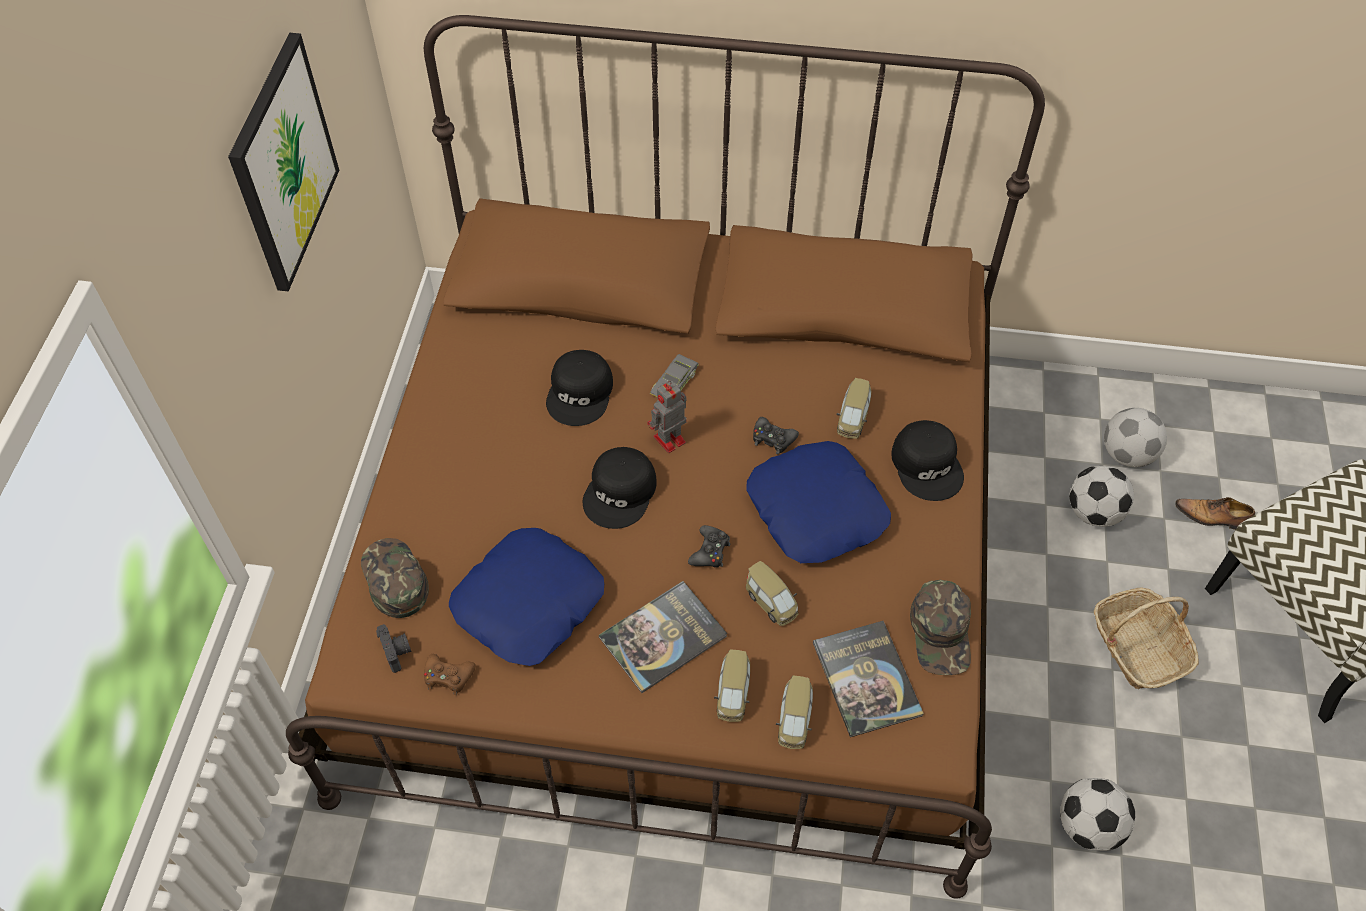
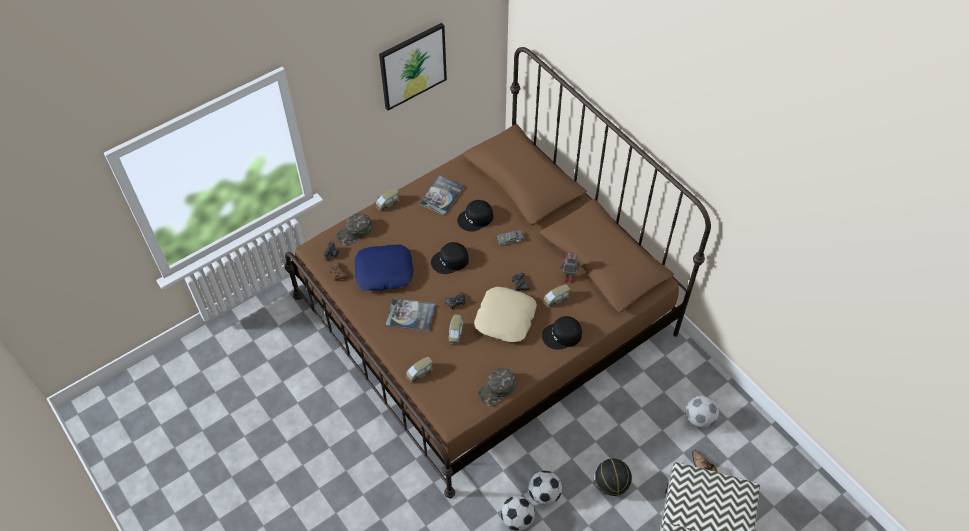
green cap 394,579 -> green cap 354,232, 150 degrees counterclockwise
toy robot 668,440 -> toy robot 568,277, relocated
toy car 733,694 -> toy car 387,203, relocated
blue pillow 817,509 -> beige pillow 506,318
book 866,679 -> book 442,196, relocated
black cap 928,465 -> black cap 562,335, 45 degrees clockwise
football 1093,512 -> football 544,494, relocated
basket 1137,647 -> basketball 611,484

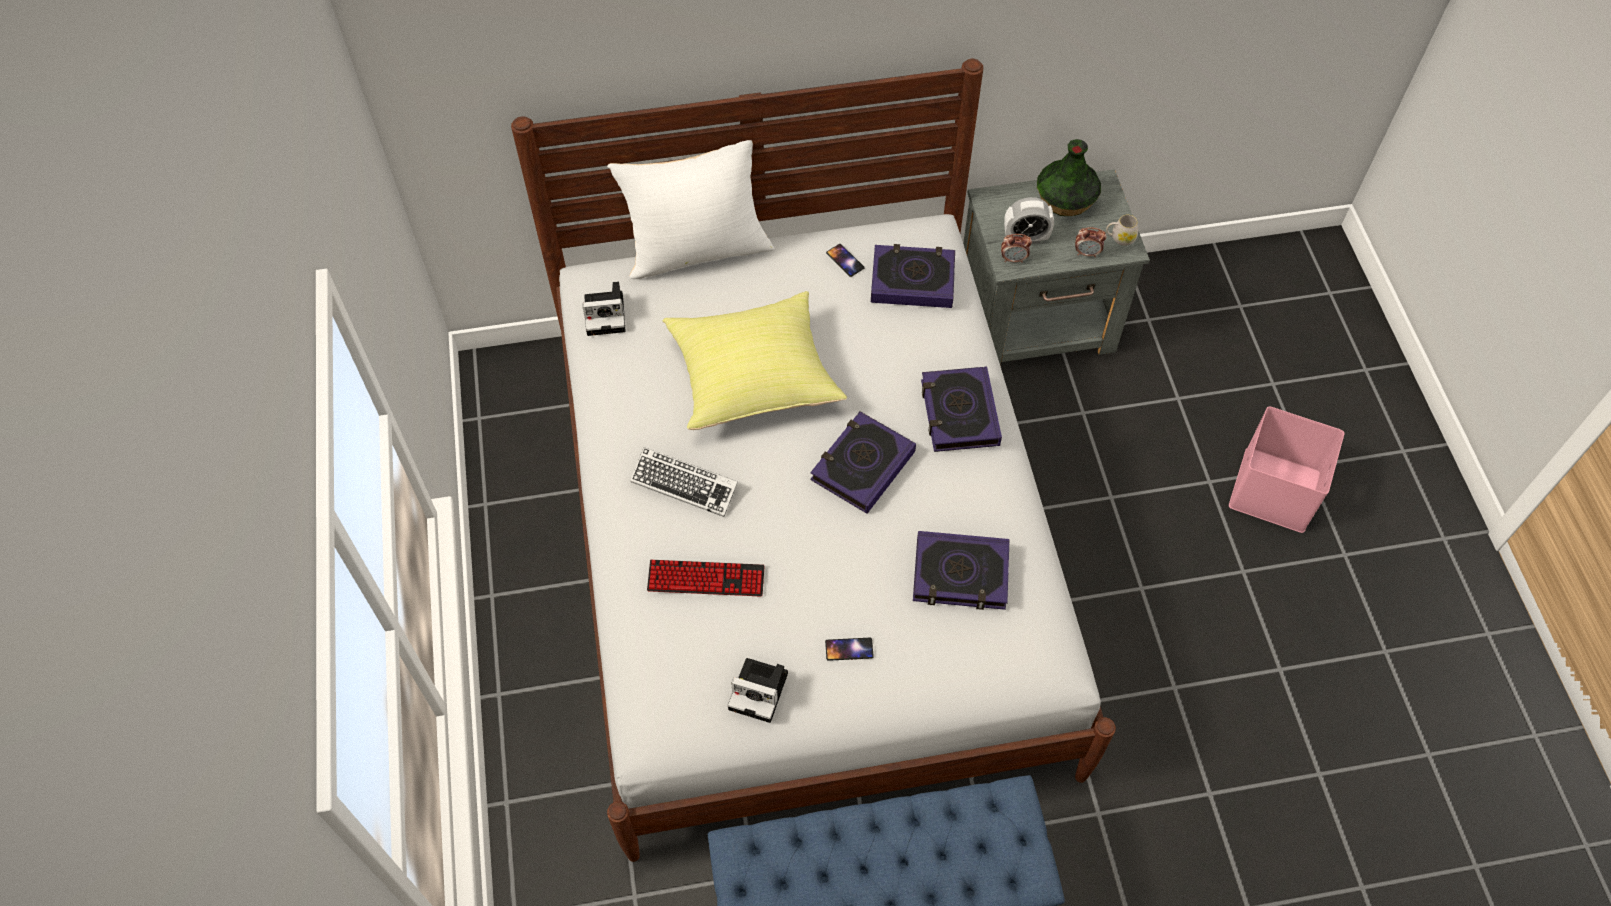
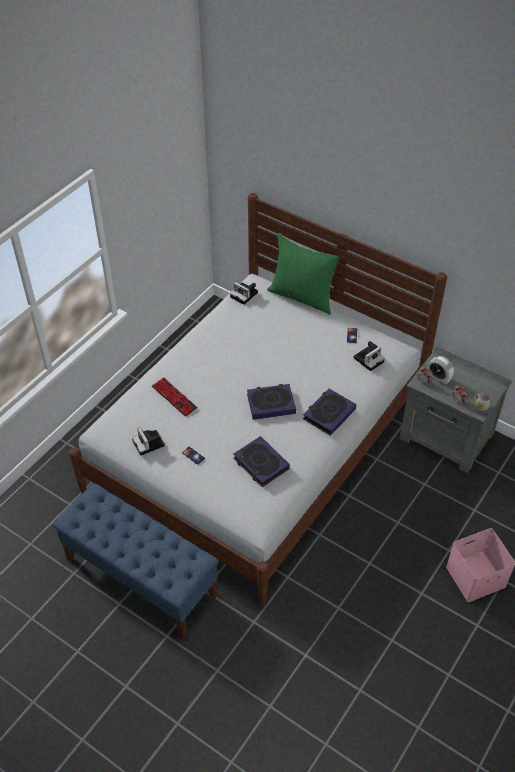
white pillow 698,249 -> green pillow 303,296
keyboard 684,485 -> none
yellow pillow 754,376 -> none
book 912,280 -> photo camera 369,359
vase 1064,201 -> none

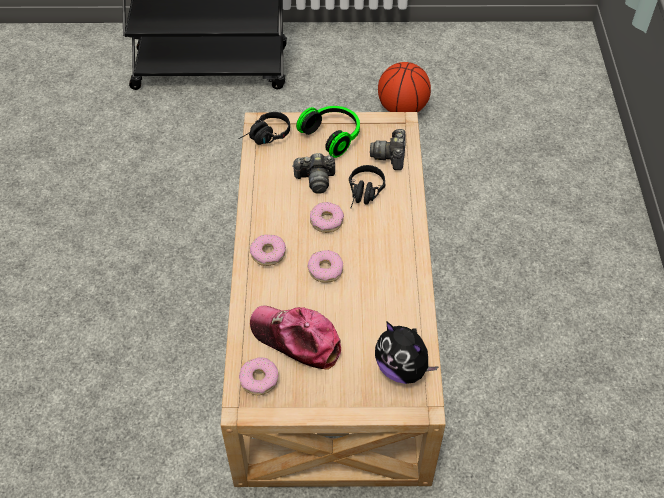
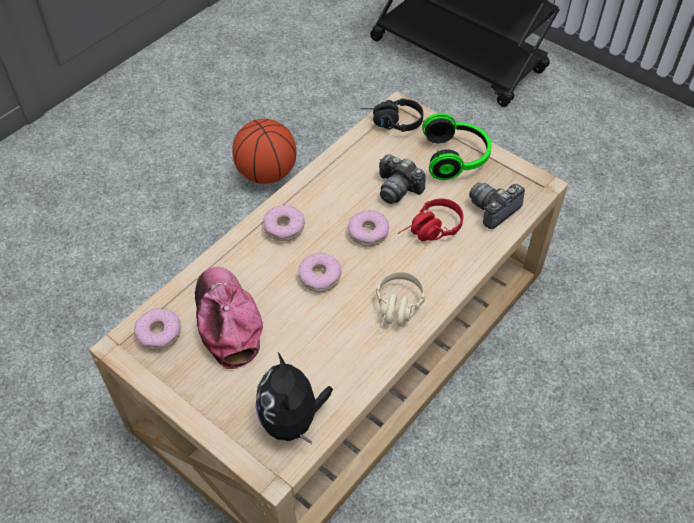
black headphones 364,195 -> red headphones 430,231
basketball 402,109 -> basketball 266,173, relocated
none -> beige headphones 397,311

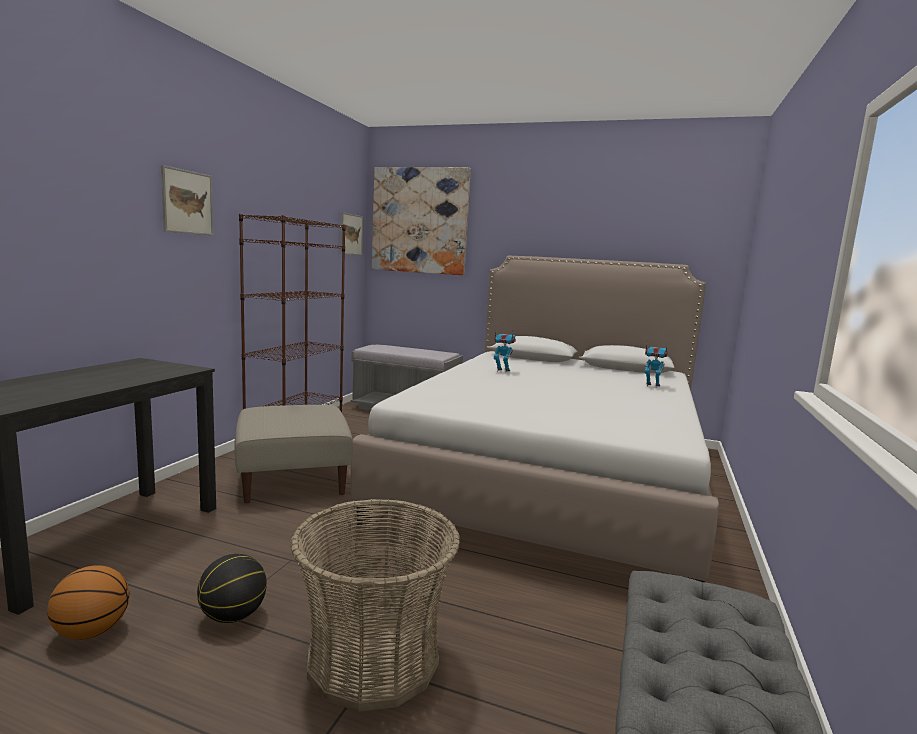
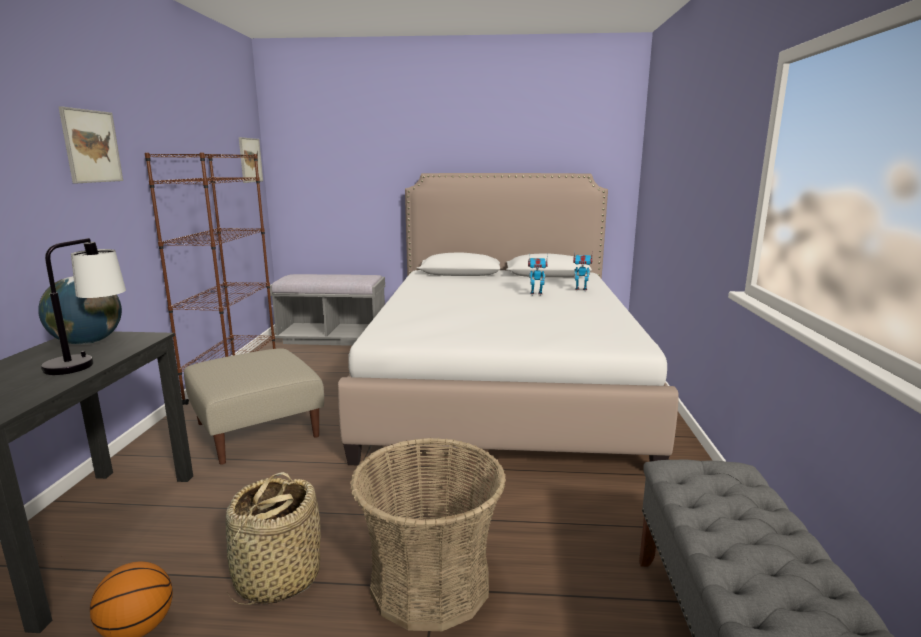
basketball 233,616 -> basket 277,577
picture 419,221 -> none
toy robot 502,371 -> toy robot 536,294, relocated
none -> globe 87,343
none -> table lamp 90,361

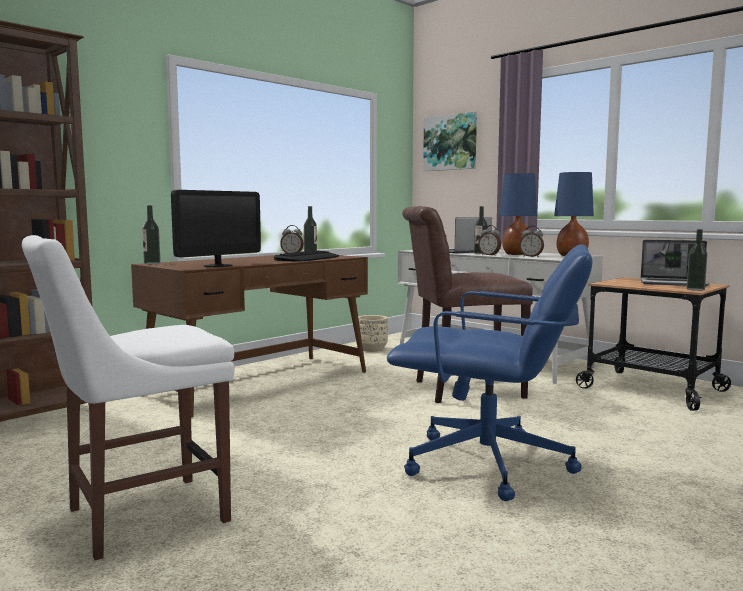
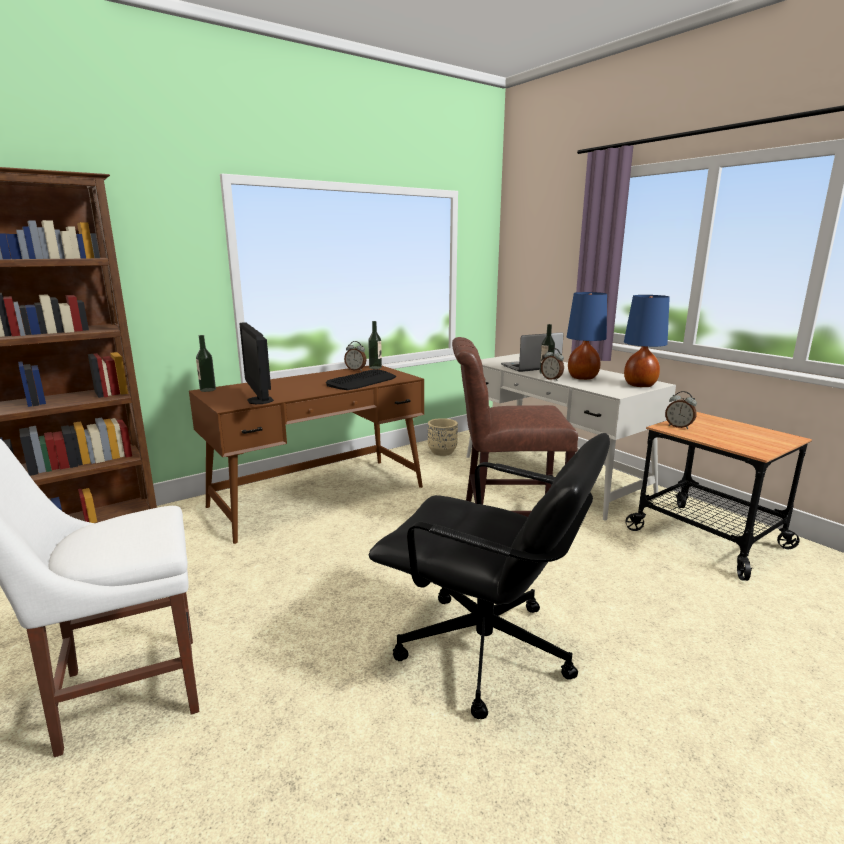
monitor 218,266 -> monitor 260,400, 105 degrees clockwise
blue office chair 490,465 -> black office chair 486,652
picture 450,142 -> none
alarm clock 531,256 -> alarm clock 679,426, relocated
laptop 674,283 -> none
bottle 695,289 -> none

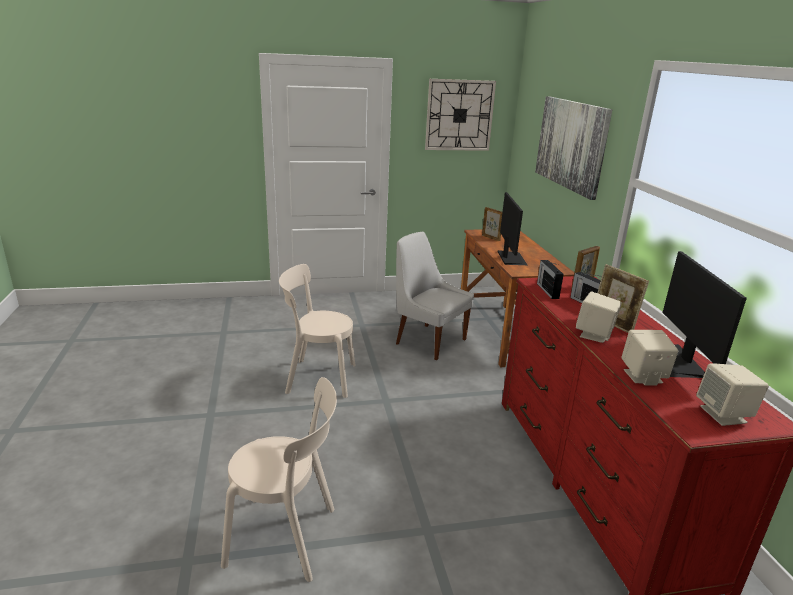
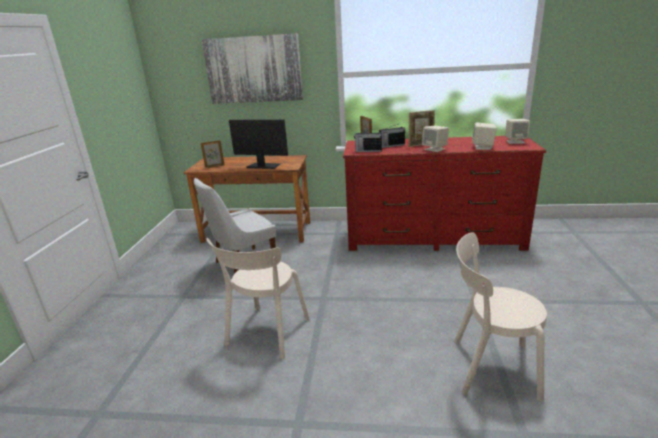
beige chair 287,537 -> beige chair 489,368, 105 degrees counterclockwise
wall clock 459,115 -> none
monitor 675,361 -> none

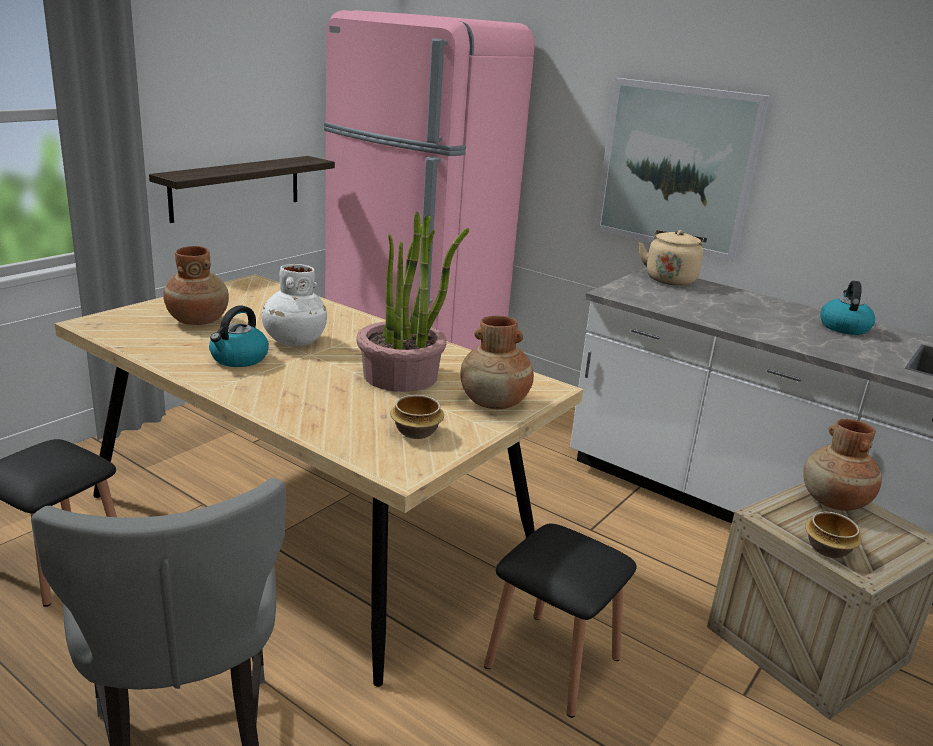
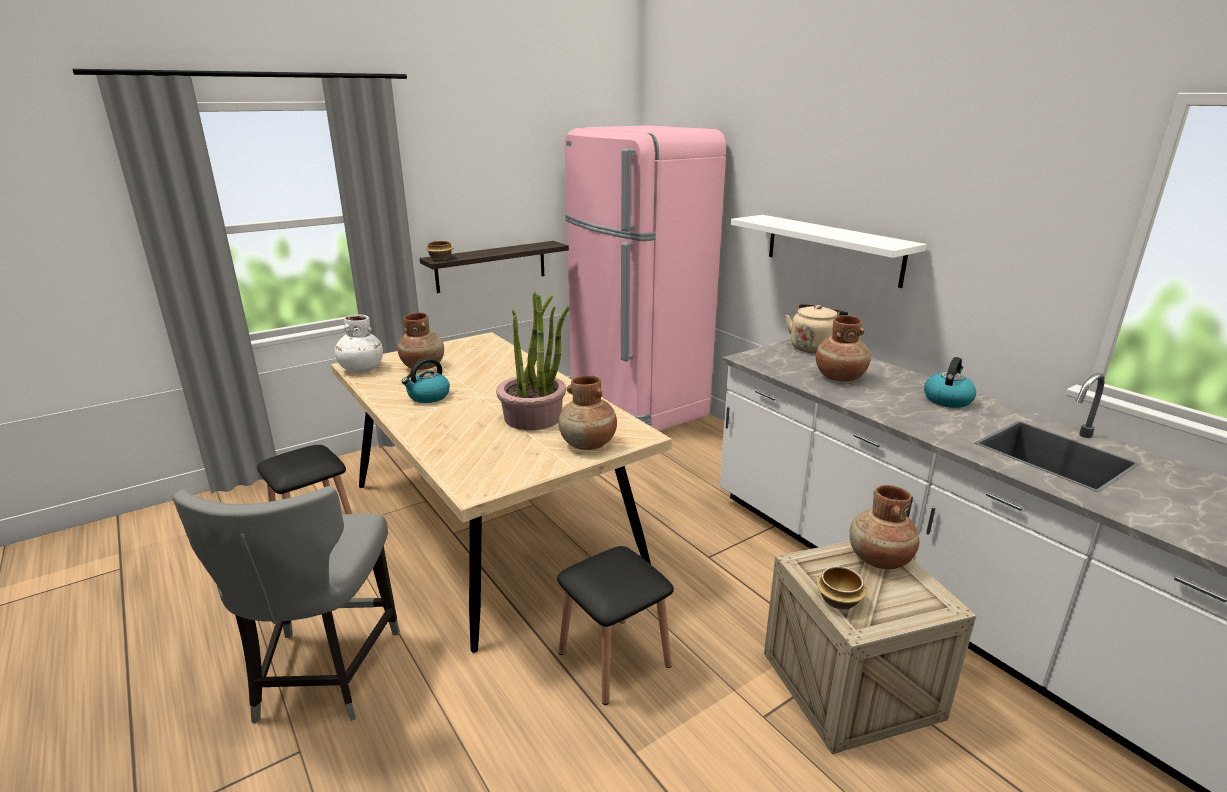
white vase 294,341 -> white vase 361,369, relocated
bowl 417,432 -> bowl 441,258, relocated
picture 676,168 -> white shelf 832,249
none -> brown vase 839,377

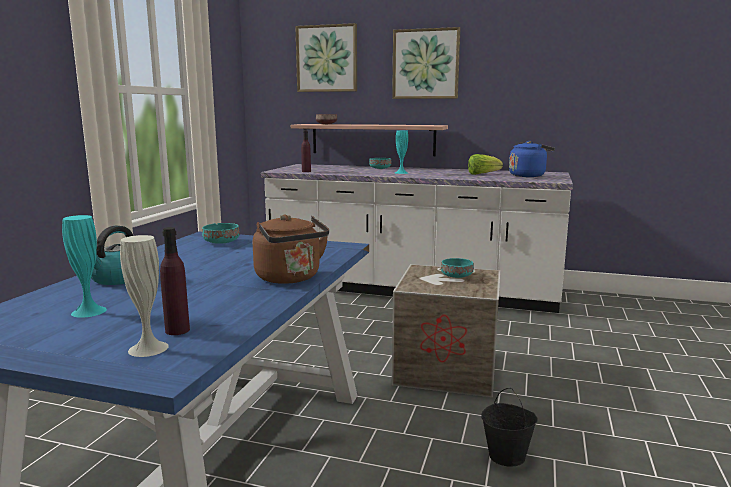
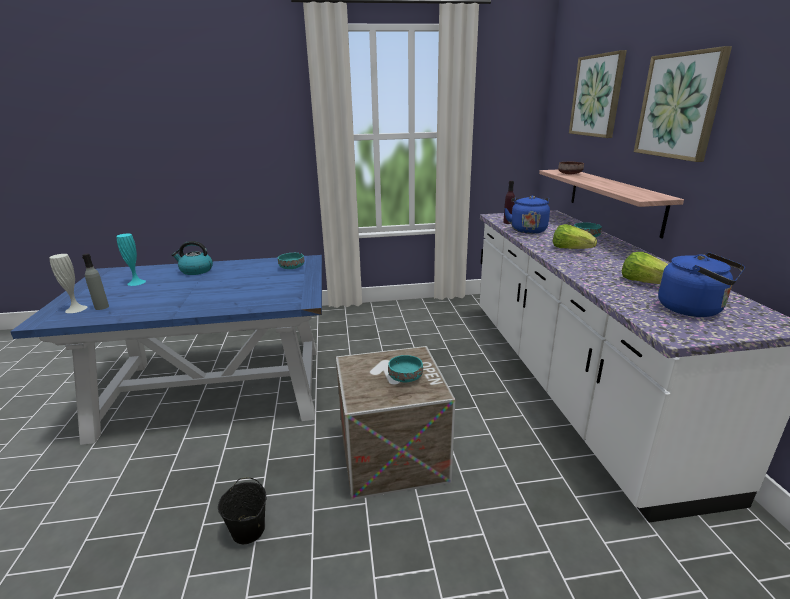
purple bottle 177,330 -> grey bottle 102,307
brown kettle 290,278 -> none
turquoise vase 401,173 -> lettuce 570,249
none -> blue kettle 527,230

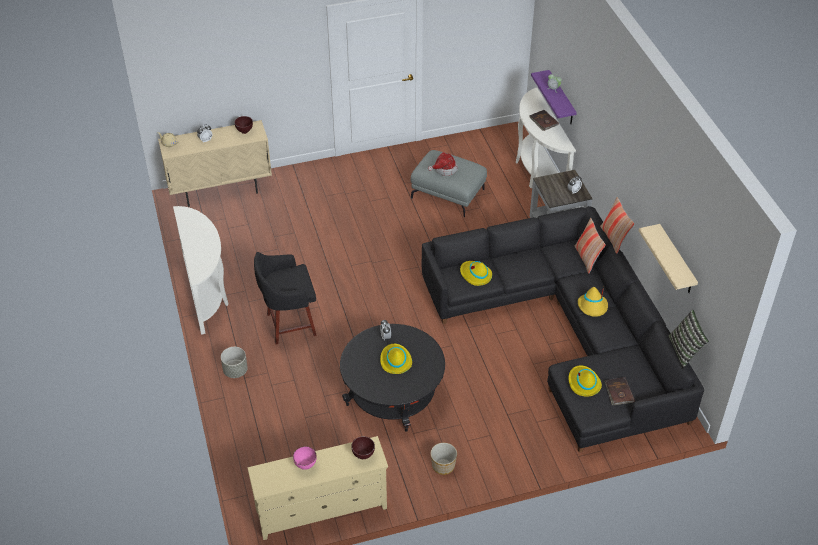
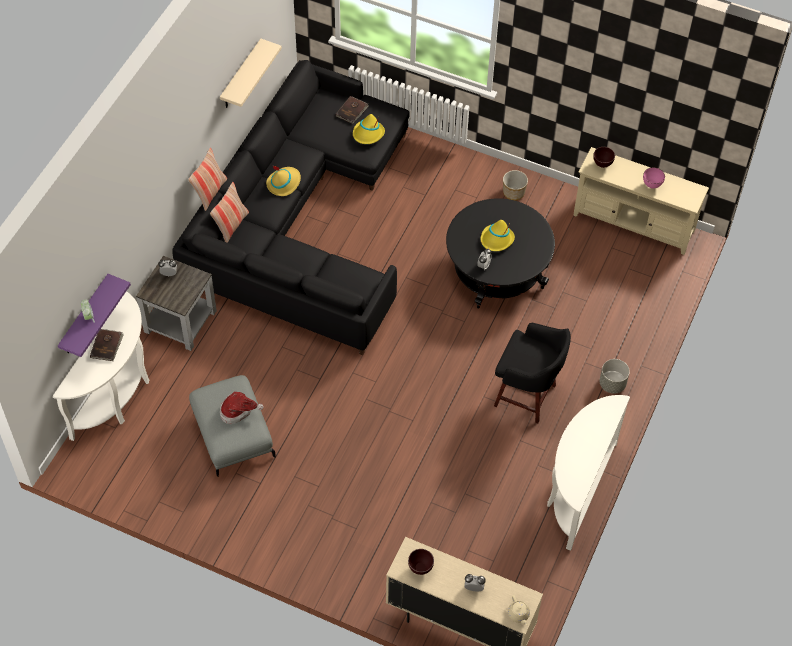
yellow hat 475,275 -> none
pillow 685,351 -> none

